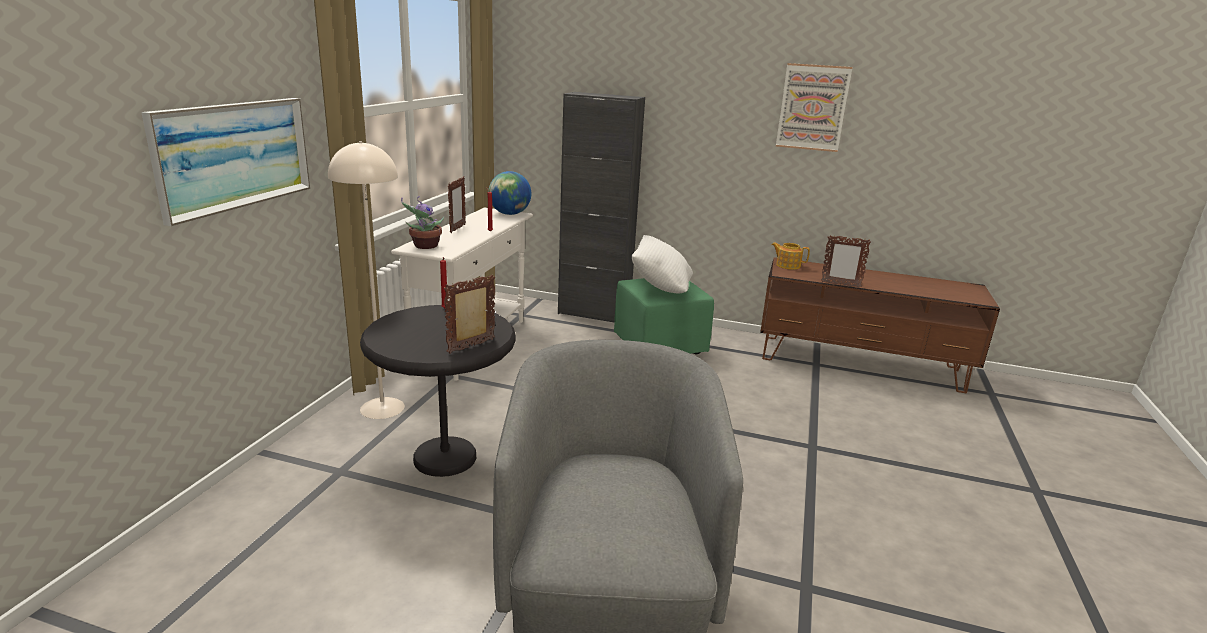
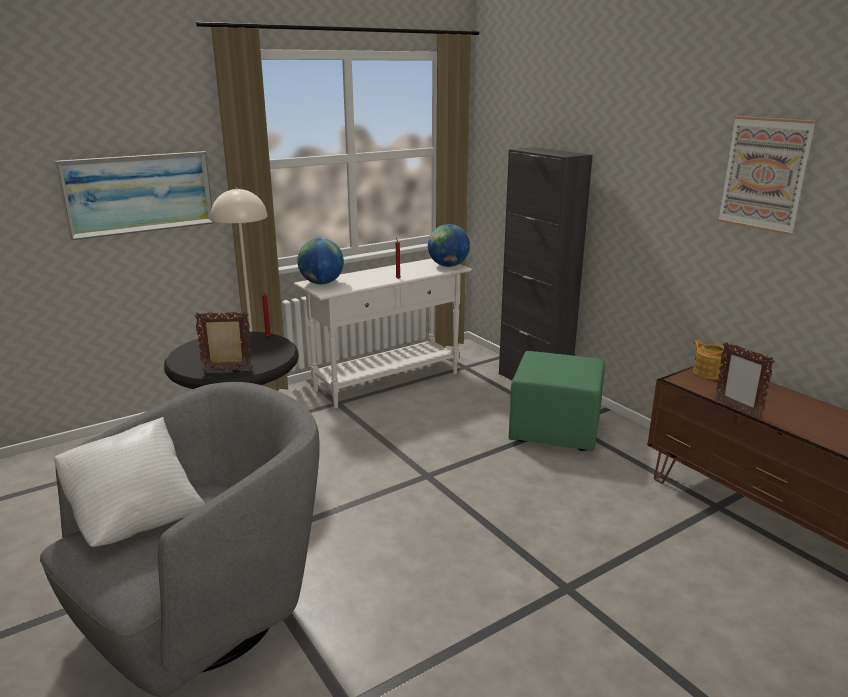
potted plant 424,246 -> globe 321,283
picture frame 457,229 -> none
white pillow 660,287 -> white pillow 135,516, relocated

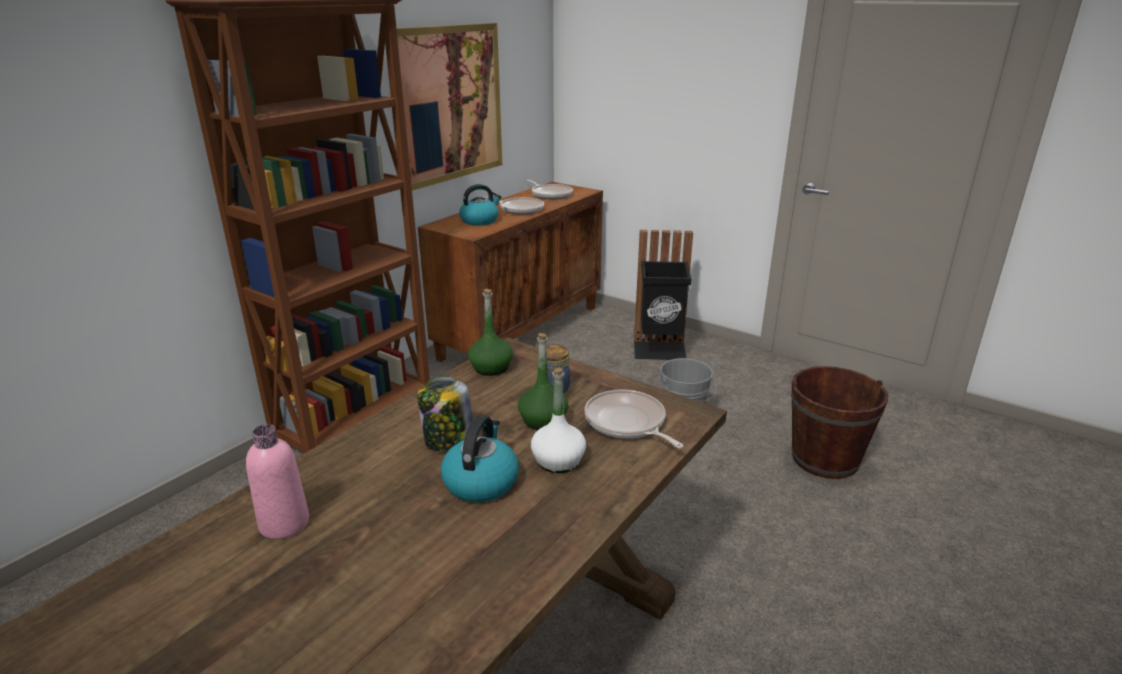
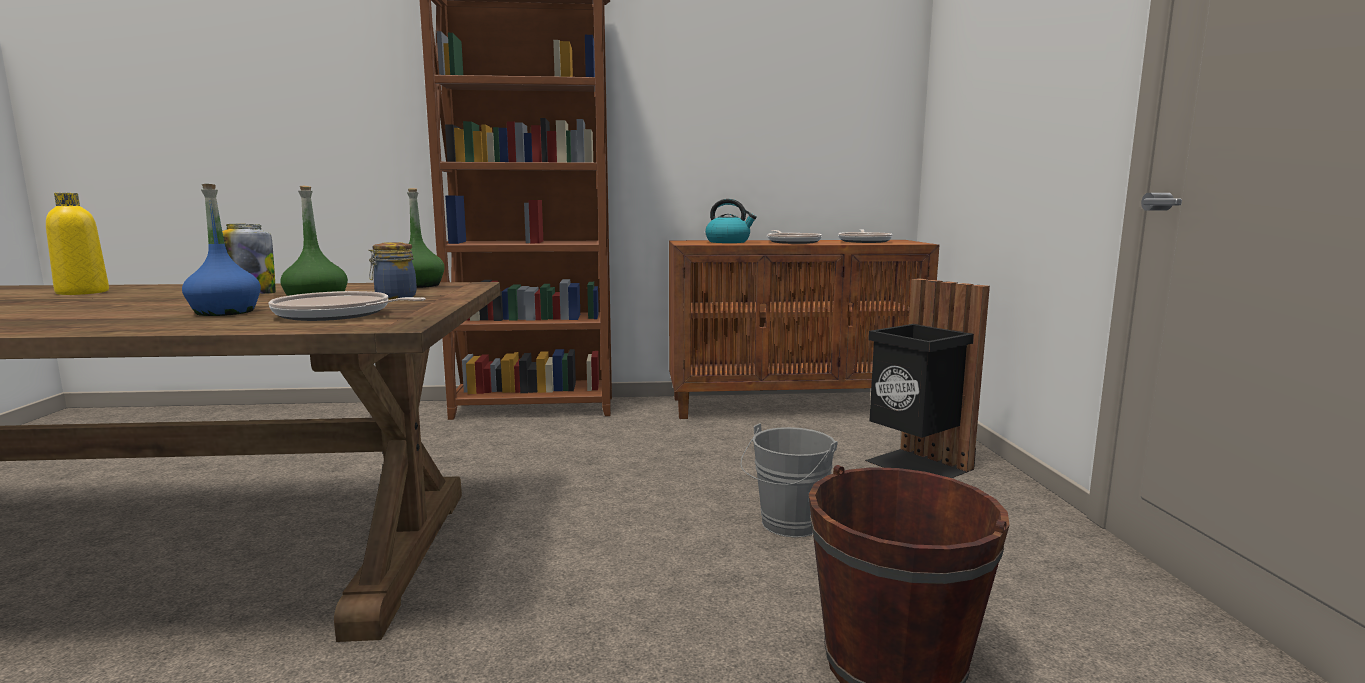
pink bottle 284,523 -> yellow bottle 82,292
picture 447,104 -> none
kettle 481,481 -> none
white bottle 558,461 -> blue bottle 225,312
frying pan 627,423 -> frying pan 337,315, 90 degrees counterclockwise

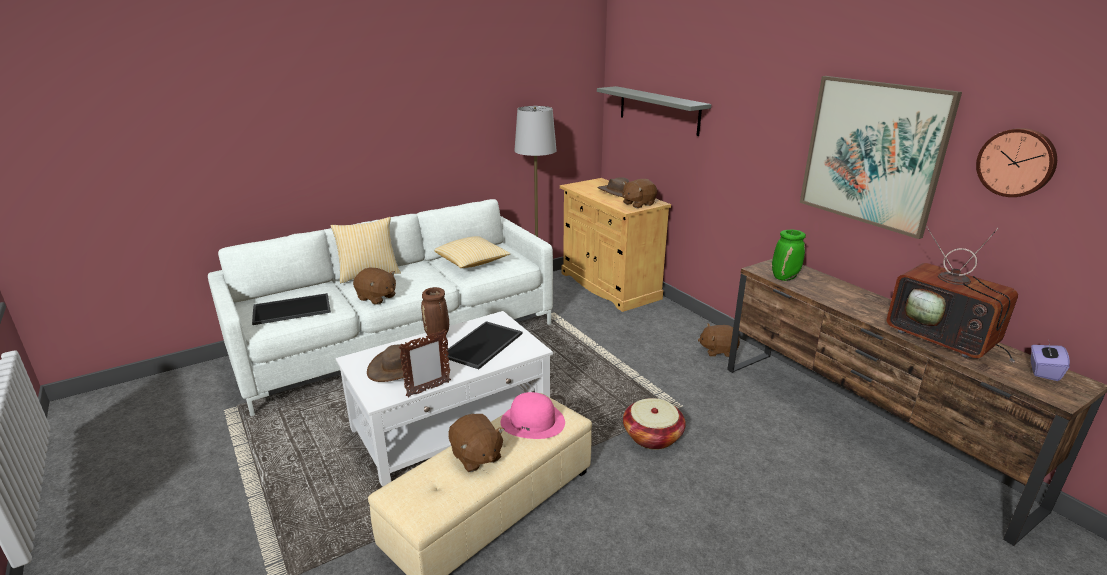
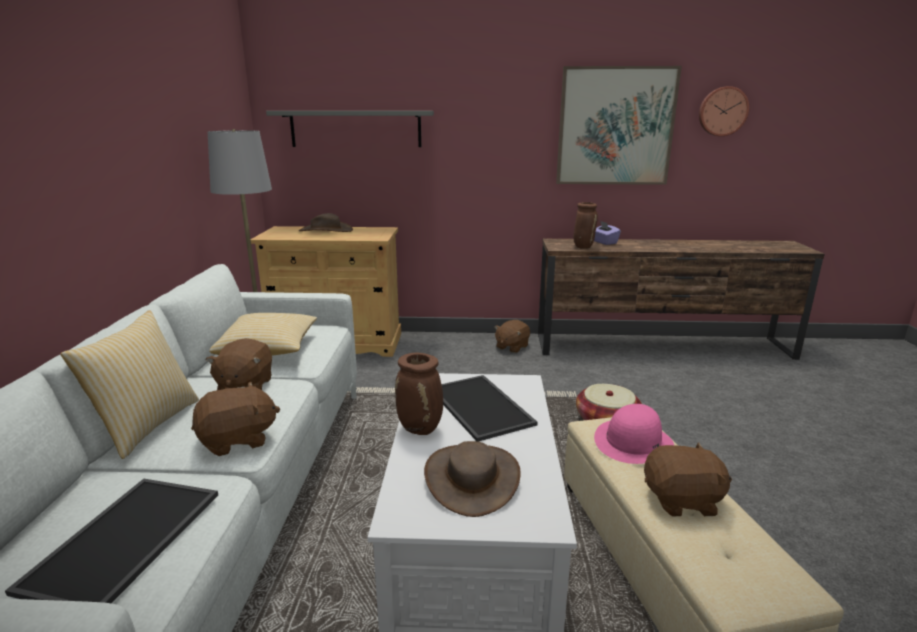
picture frame 428,389 -> none
brown plush toy 638,204 -> brown plush toy 245,386, relocated
green vase 784,277 -> brown vase 583,247
television 945,339 -> none
purple tissue box 1043,371 -> purple tissue box 604,242, relocated

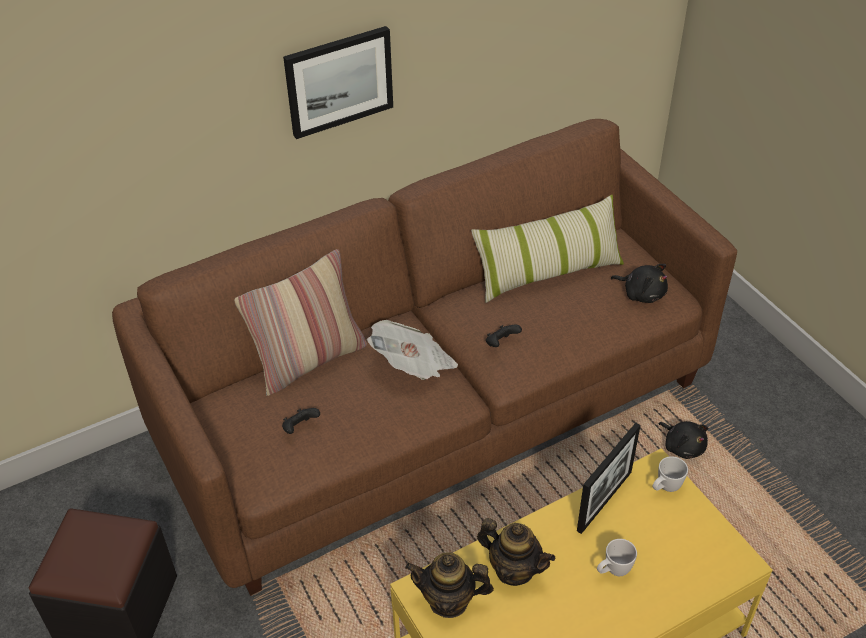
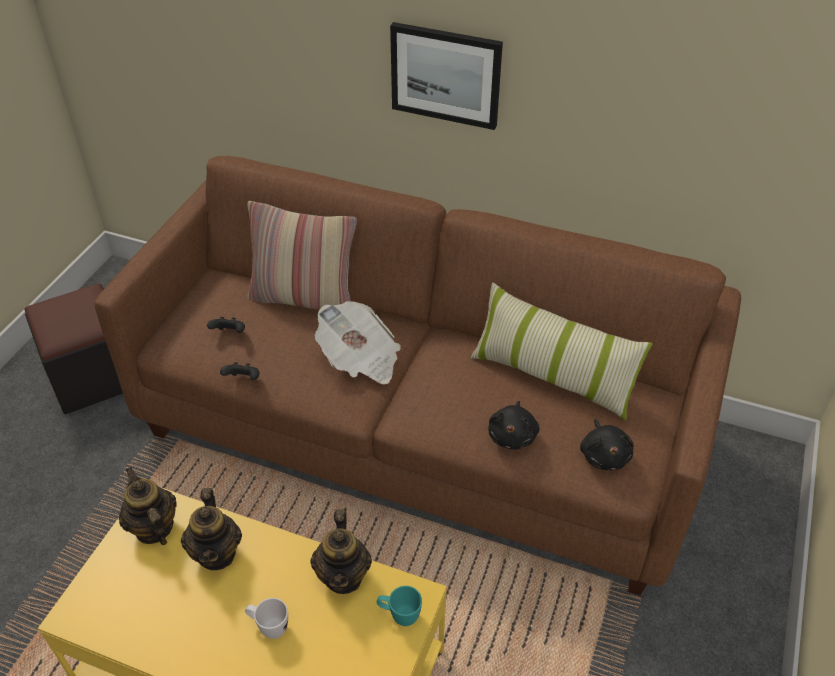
black game controller 501,343 -> black game controller 243,380, relocated
picture frame 604,501 -> teapot 343,576
white mug 665,488 -> turquoise mug 399,615
black plush toy 682,446 -> black plush toy 512,435, relocated

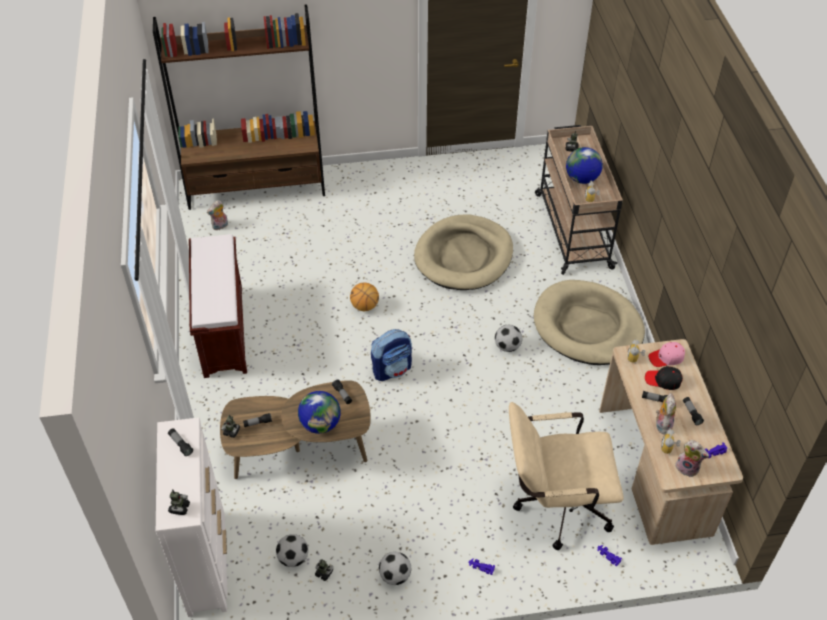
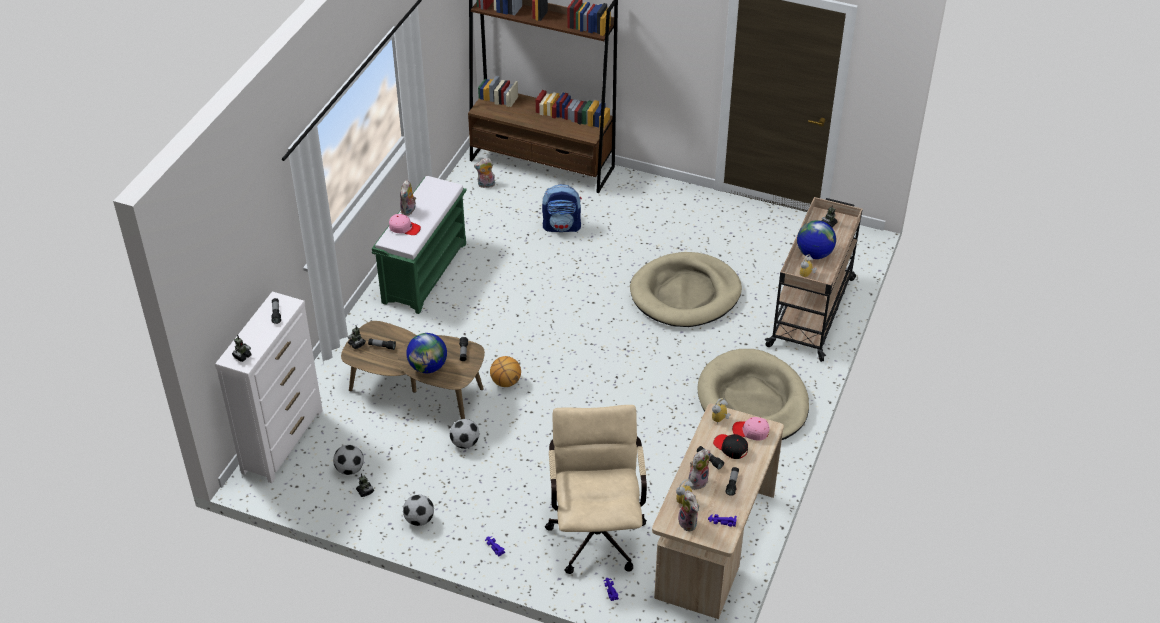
brown bench 223,330 -> green bench 424,272
basketball 365,306 -> basketball 505,382, relocated
backpack 392,369 -> backpack 562,226, relocated
football 507,347 -> football 465,443, relocated
beige office chair 554,505 -> beige office chair 596,530, 60 degrees clockwise
none -> pink cap 404,228
none -> plush toy 409,211

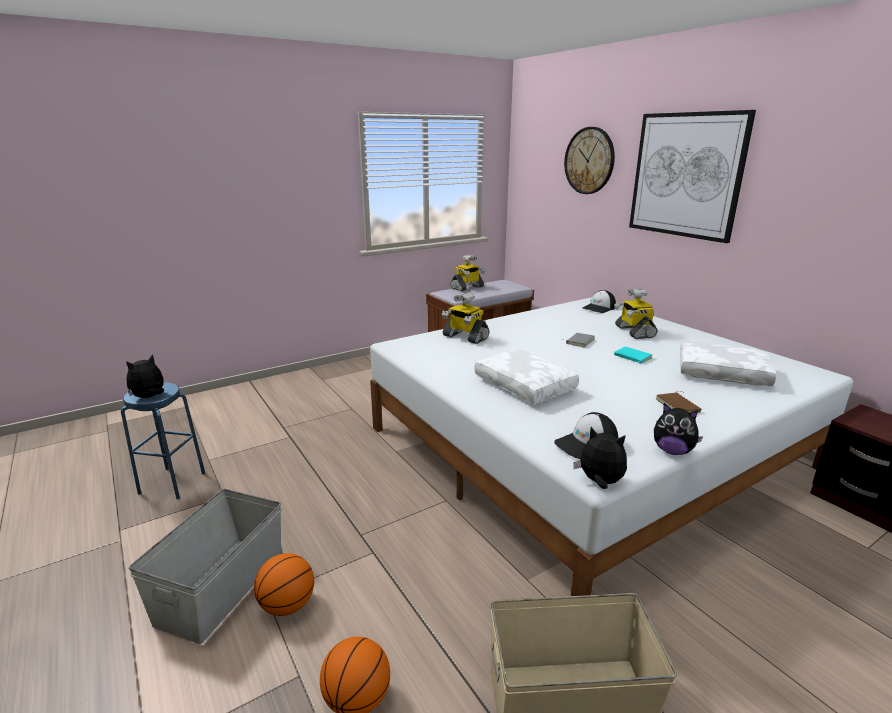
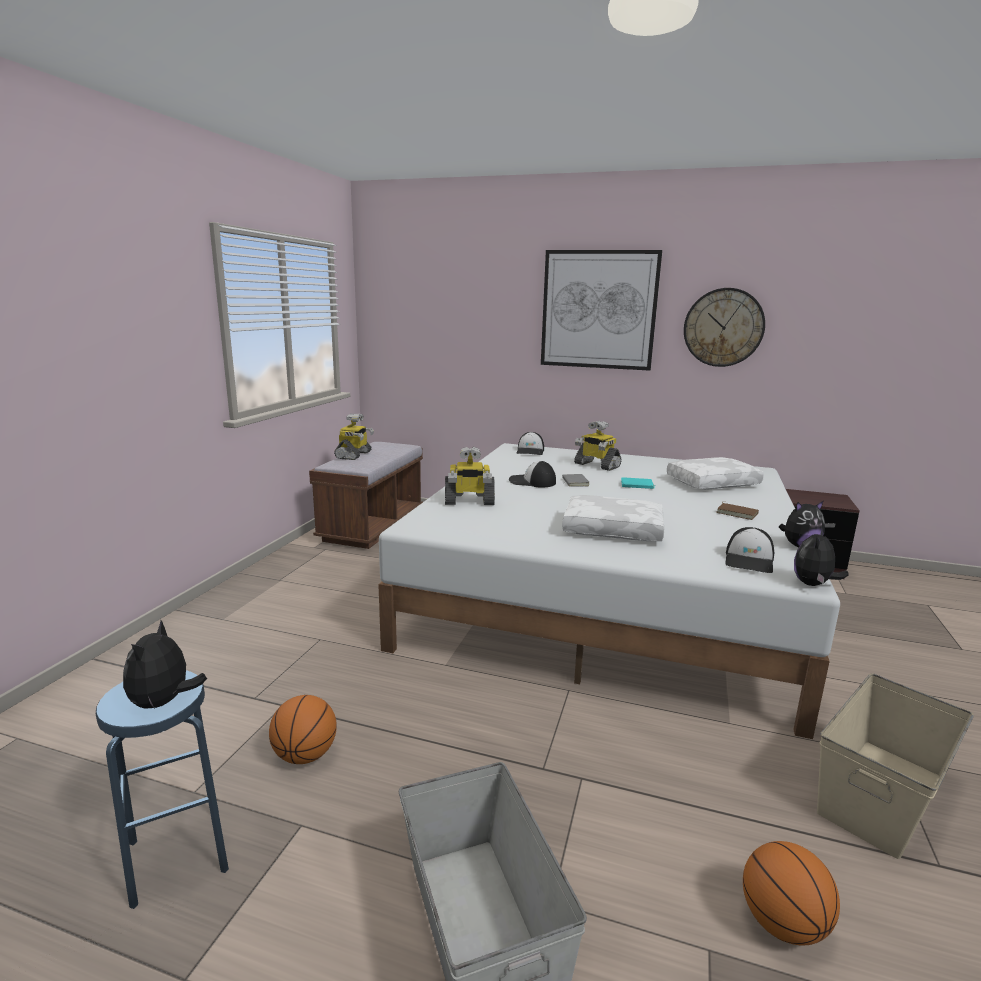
basketball 287,605 -> basketball 305,755, relocated
wall clock 589,161 -> wall clock 723,327, relocated
plush toy 600,482 -> plush toy 813,584, 45 degrees counterclockwise
none -> cap 532,482

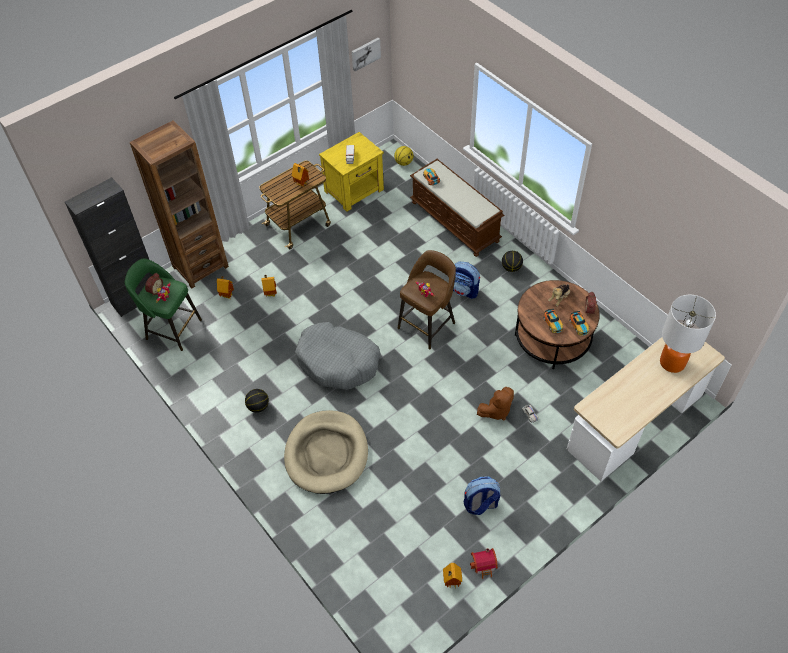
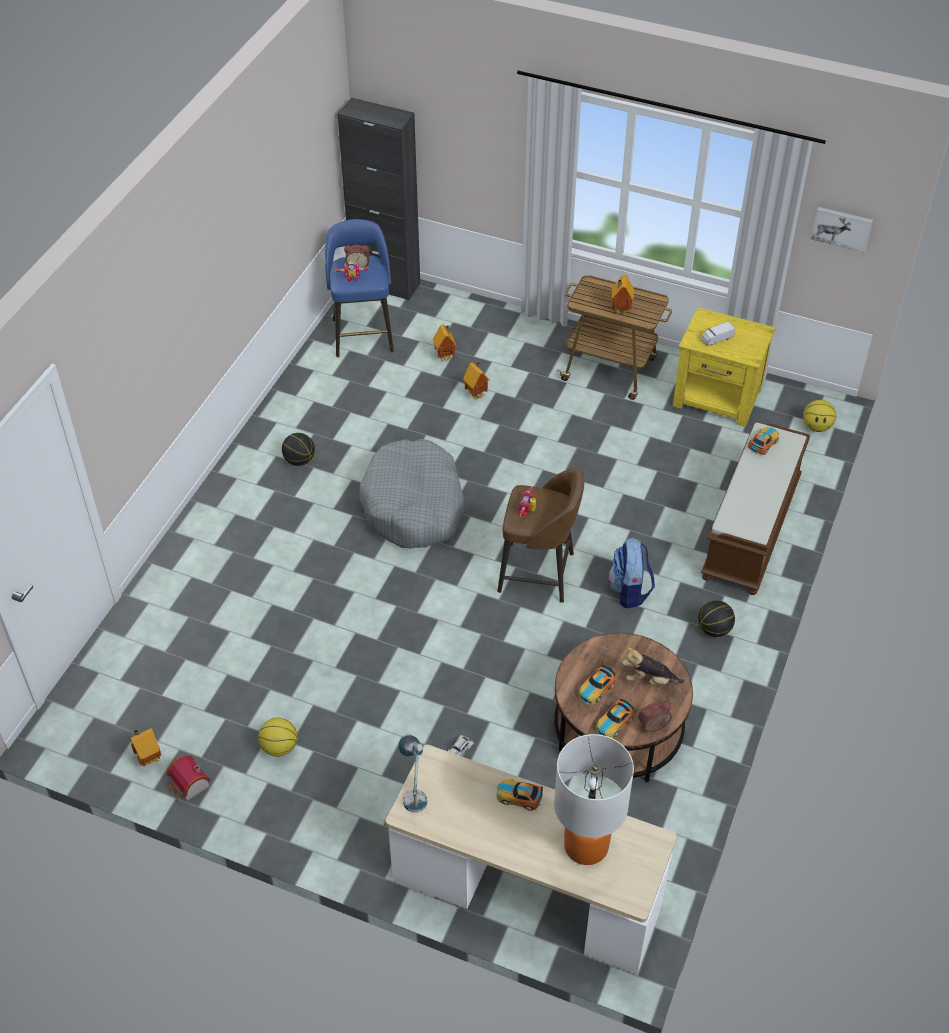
green stool 172,329 -> blue stool 362,334
brown bookcase 200,266 -> none
beige dog bed 326,454 -> none
backpack 480,504 -> basketball 279,747
brown plush toy 496,411 -> none
none -> table lamp 414,792
none -> toy car 519,796

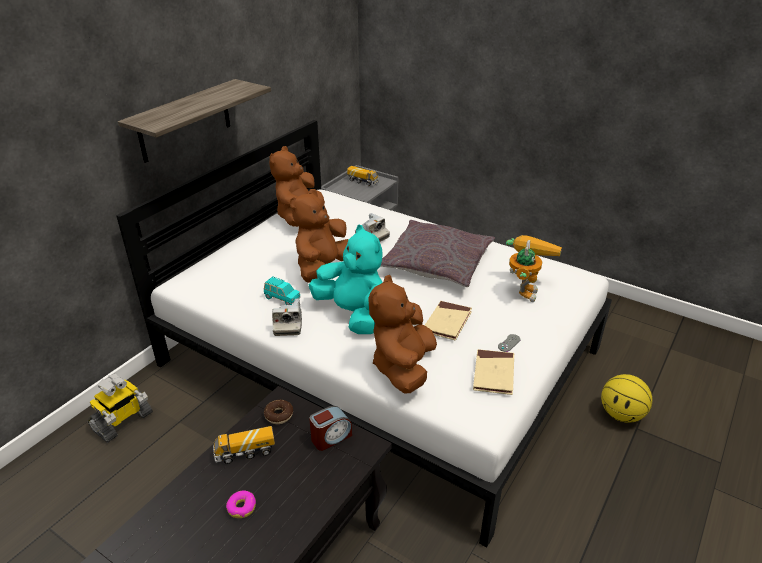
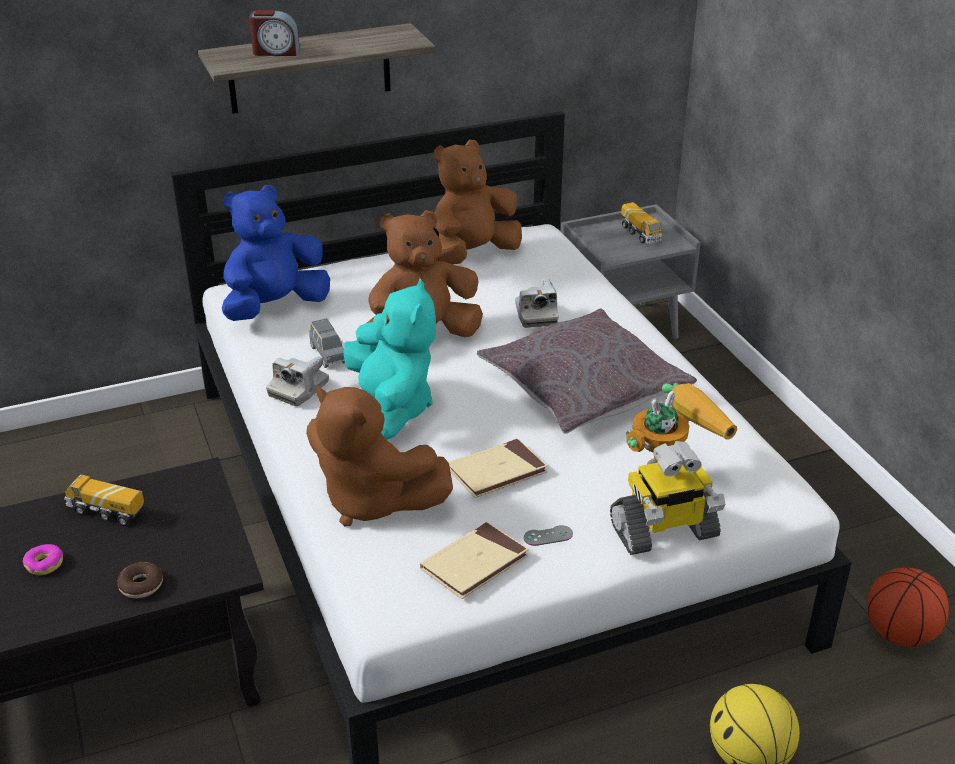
toy robot 122,422 -> toy robot 664,532, relocated
turquoise toy car 282,298 -> grey toy car 328,354
donut 279,415 -> donut 141,585, relocated
alarm clock 331,437 -> alarm clock 276,52, relocated
brown plush toy 403,367 -> brown plush toy 371,501, 105 degrees counterclockwise
none -> blue plush toy 275,307
none -> basketball 899,634

